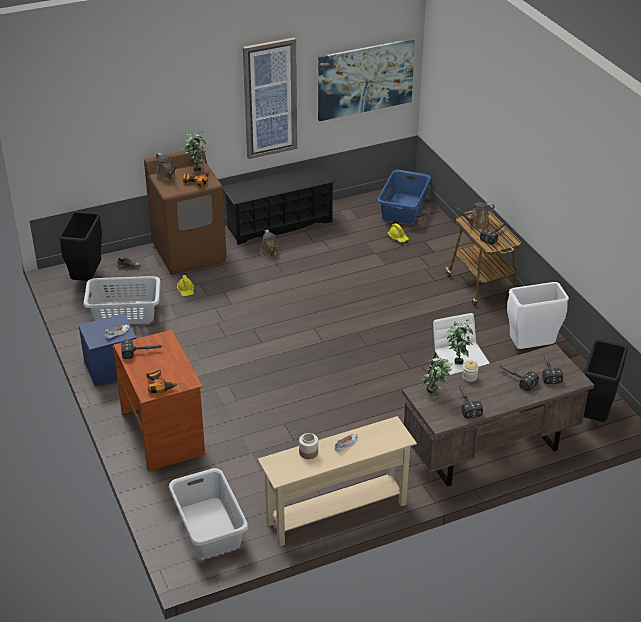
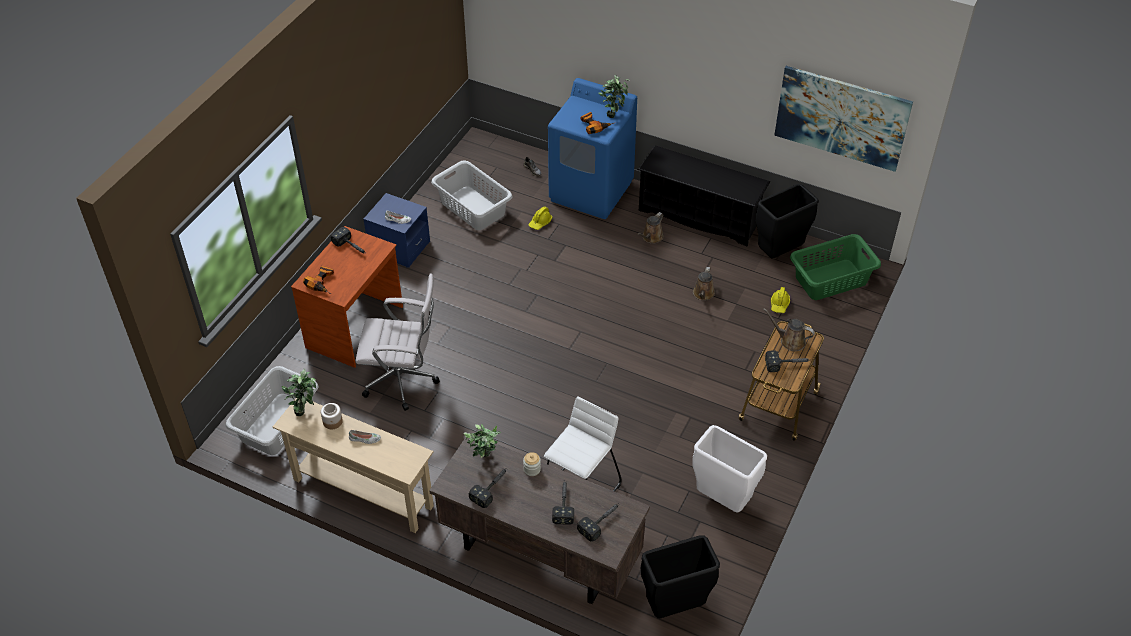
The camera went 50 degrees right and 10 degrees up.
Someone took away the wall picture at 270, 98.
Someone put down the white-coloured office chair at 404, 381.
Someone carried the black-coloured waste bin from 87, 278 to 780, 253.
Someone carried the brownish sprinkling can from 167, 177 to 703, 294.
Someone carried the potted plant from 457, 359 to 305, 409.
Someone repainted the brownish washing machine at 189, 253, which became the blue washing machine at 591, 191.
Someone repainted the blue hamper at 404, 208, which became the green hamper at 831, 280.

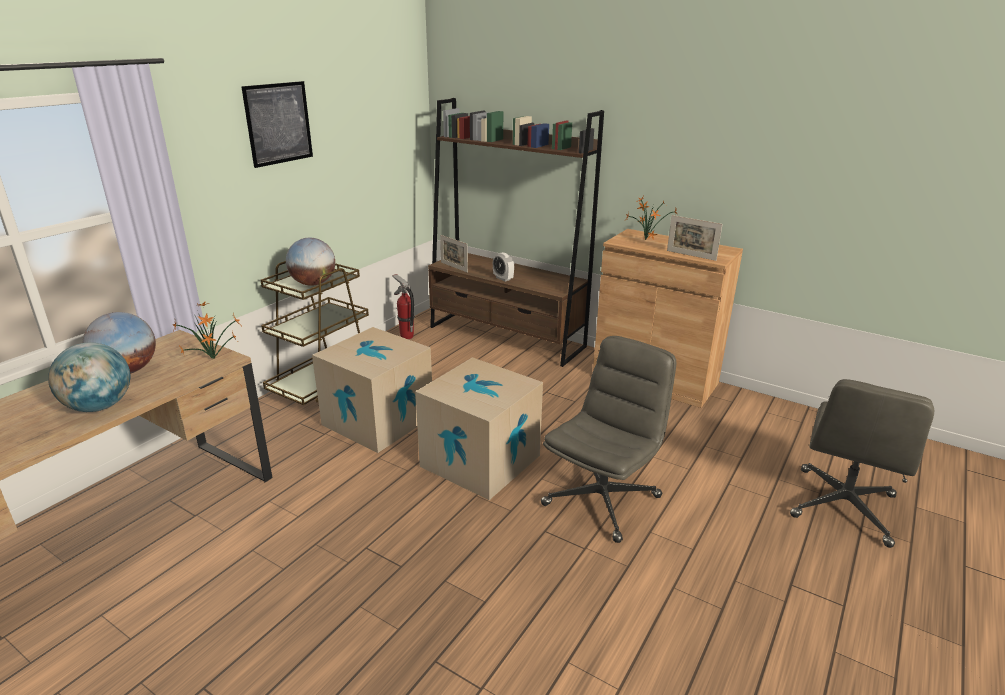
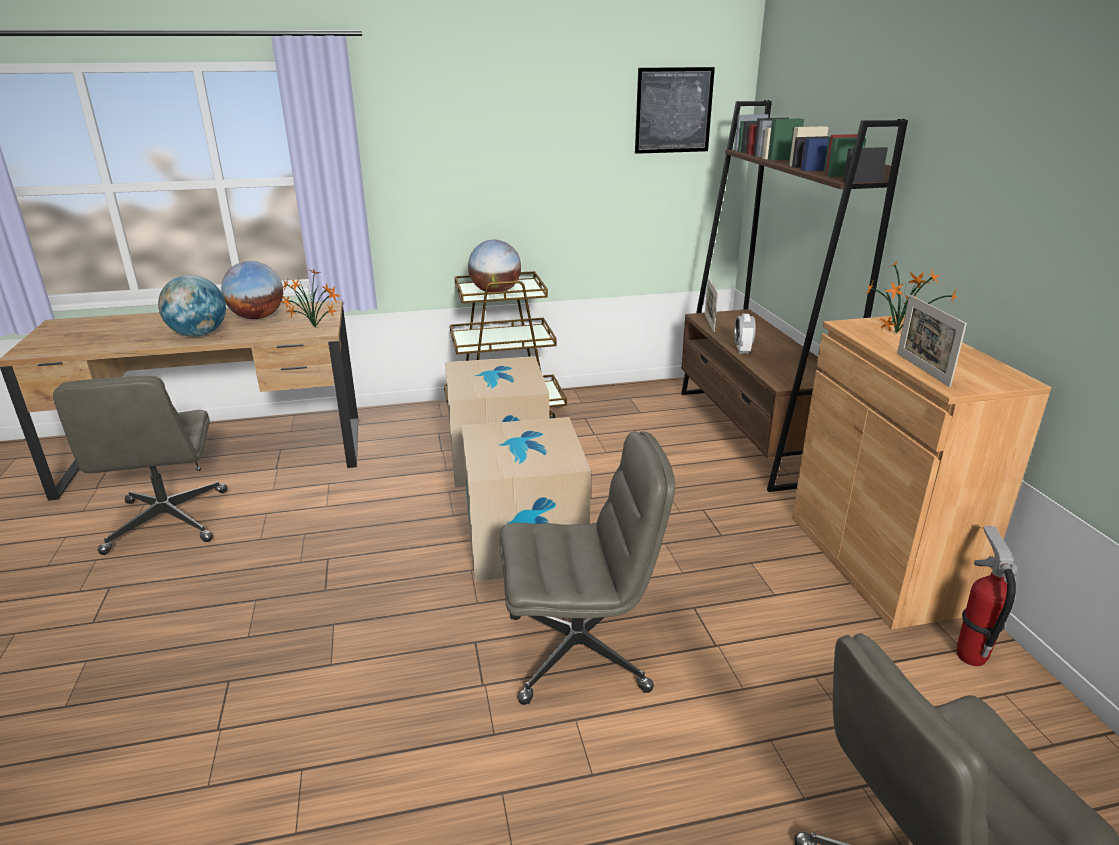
The camera went 45 degrees right and 0 degrees up.
Someone put down the greyish office chair at 168, 522.
Someone carried the wall picture from 278, 123 to 673, 110.
Someone carried the extinguisher from 406, 336 to 970, 656.

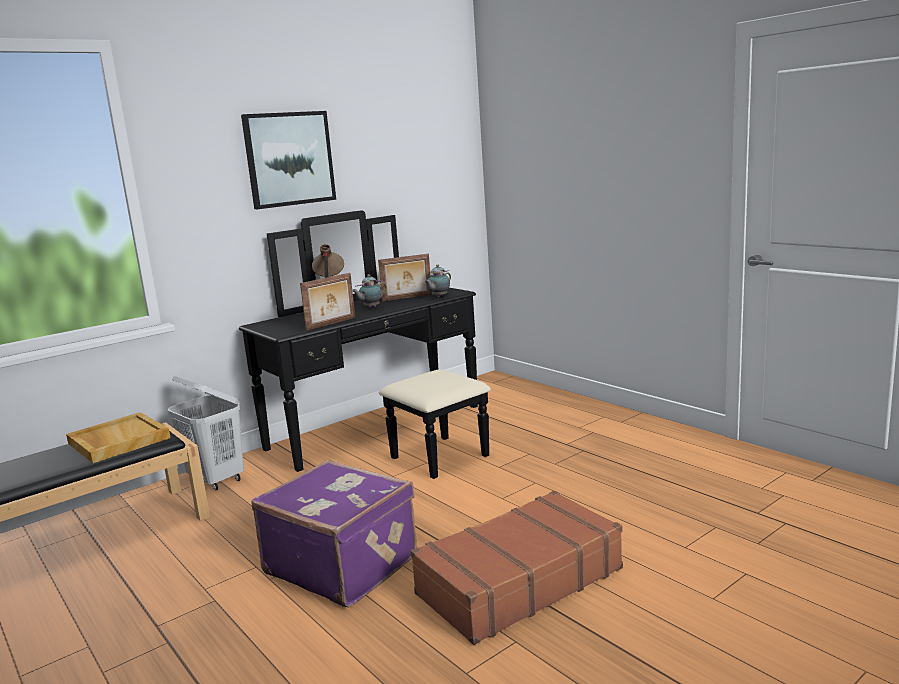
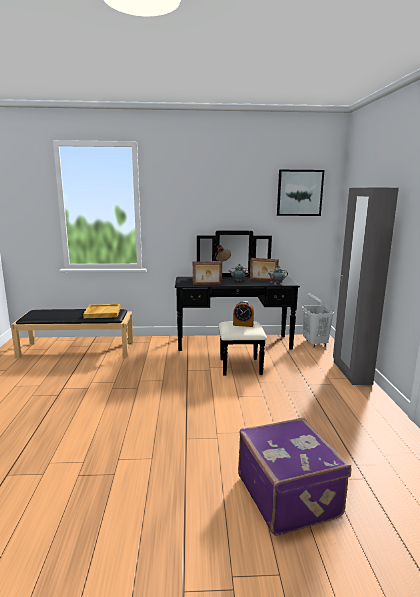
The camera went 35 degrees right and 0 degrees up.
Someone took away the brownish travel case at 518, 581.
Someone put down the alarm clock at 243, 325.
Someone put down the greyish clothes cupboard at 351, 373.
Someone carried the white-coloured hamper from 217, 480 to 315, 343.
Someone carried the wall picture from 289, 159 to 299, 193.
Someone carried the purple travel case from 342, 564 to 289, 495.

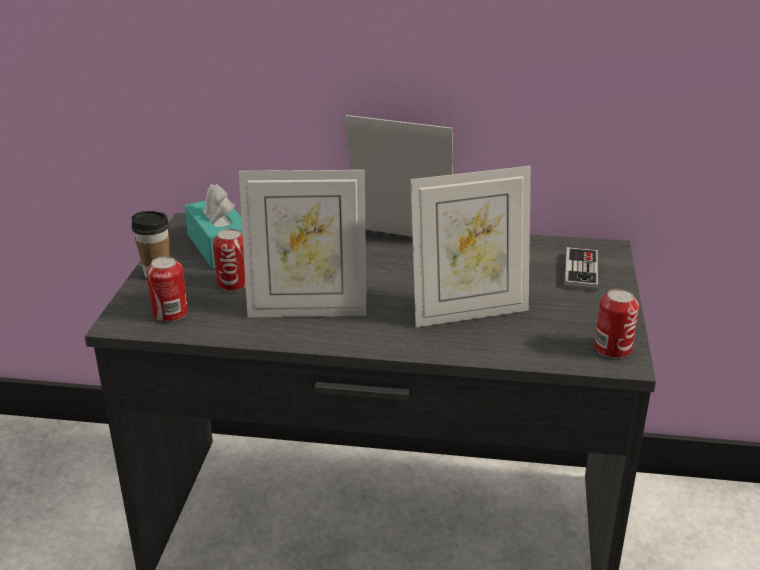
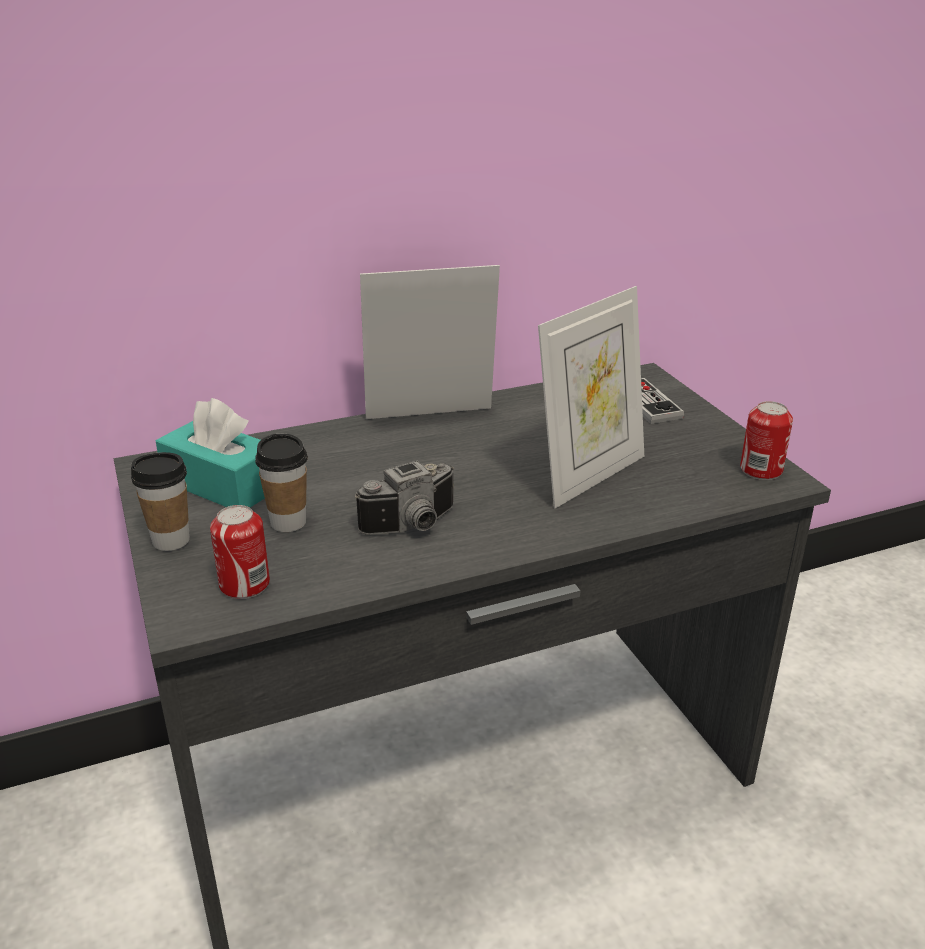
The camera went 30 degrees left and 0 degrees up.
Someone swapped the metal can at 233, 283 for the cup at 288, 522.
Someone swapped the photo frame at 307, 310 for the still camera at 414, 526.

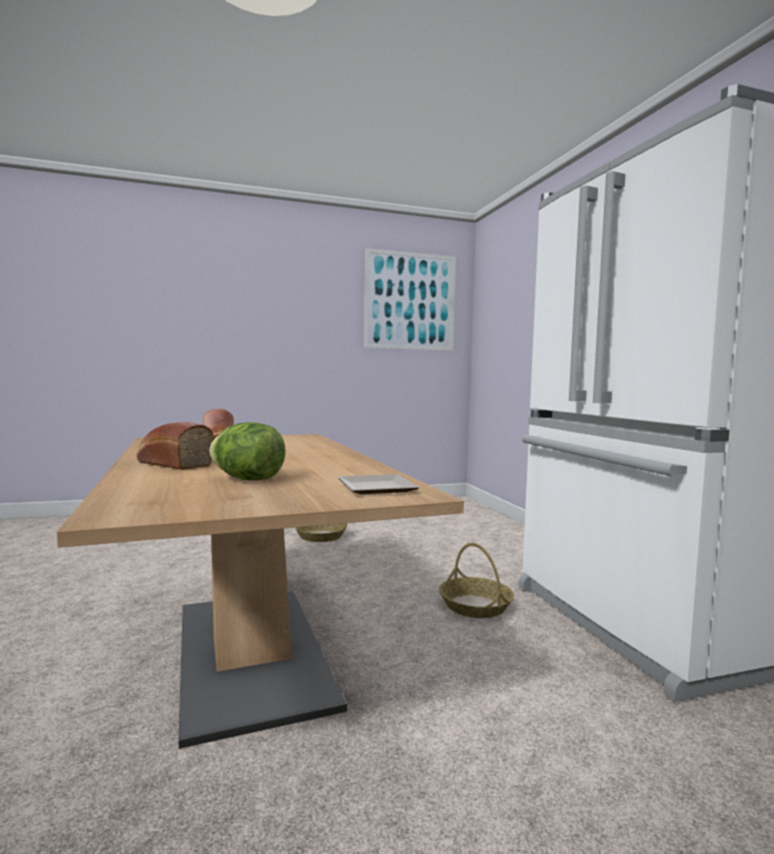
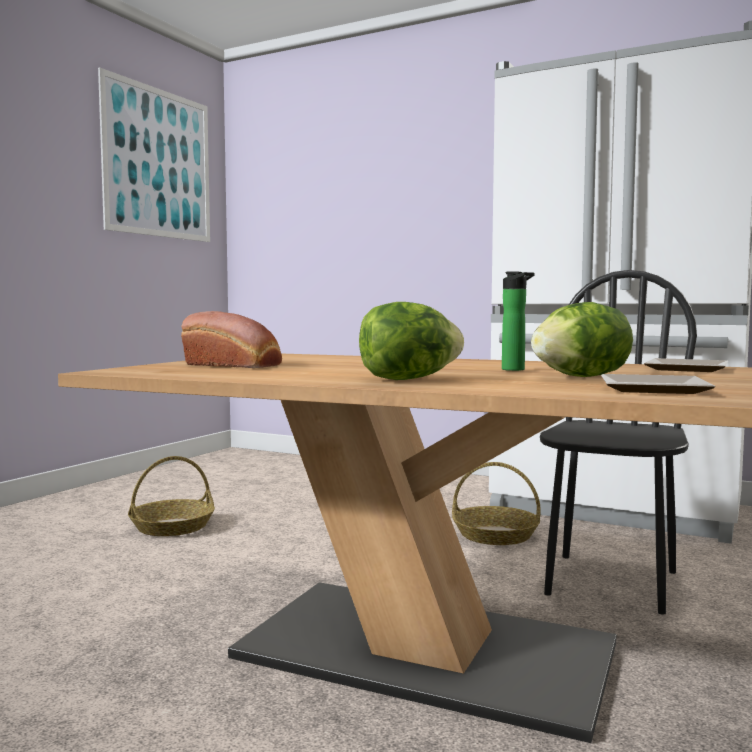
The camera went 45 degrees left and 0 degrees up.
Someone put down the drink bottle at 515, 370.
Someone put down the black-coloured plain chair at 610, 582.
Someone put down the flat dish at 650, 389.
Someone swapped the bread at 172, 464 for the head of lettuce at 408, 379.

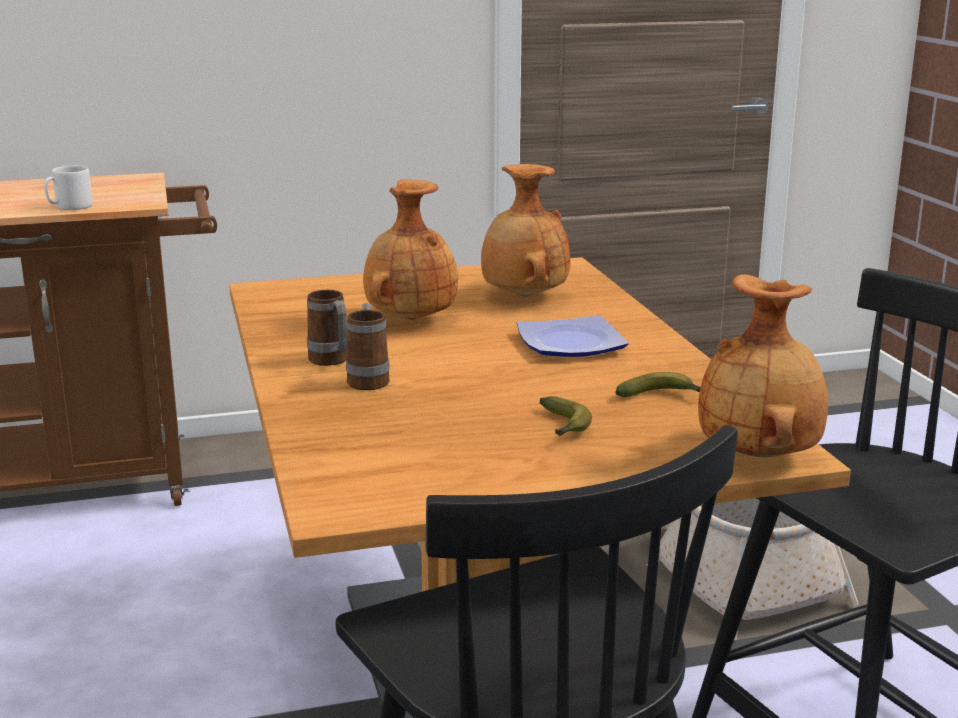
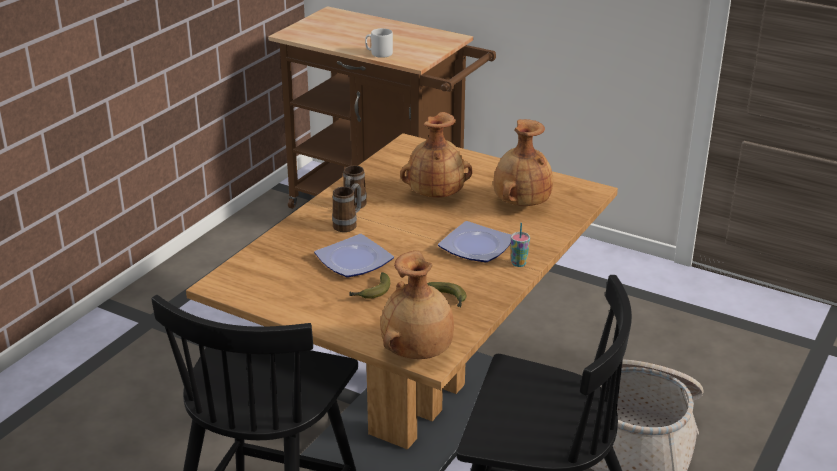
The camera went 45 degrees right and 10 degrees up.
Someone put down the flat dish at 352, 260.
Someone put down the cup at 518, 263.

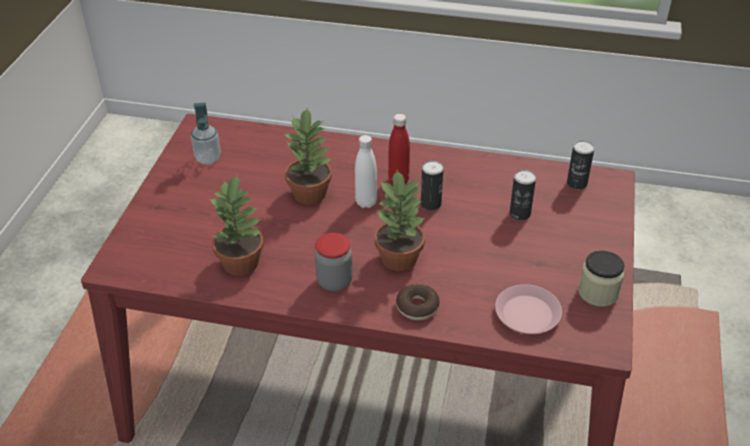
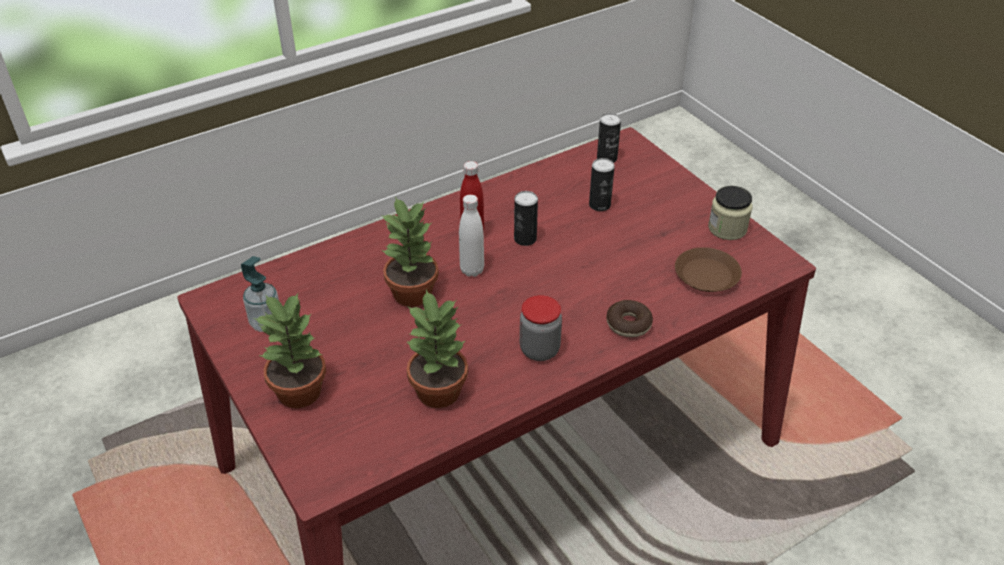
The camera went 45 degrees left and 0 degrees up.
Someone carried the potted plant from 400, 258 to 300, 391.
Someone repainted the pinkish flat dish at 527, 314, which became the brownish flat dish at 706, 275.

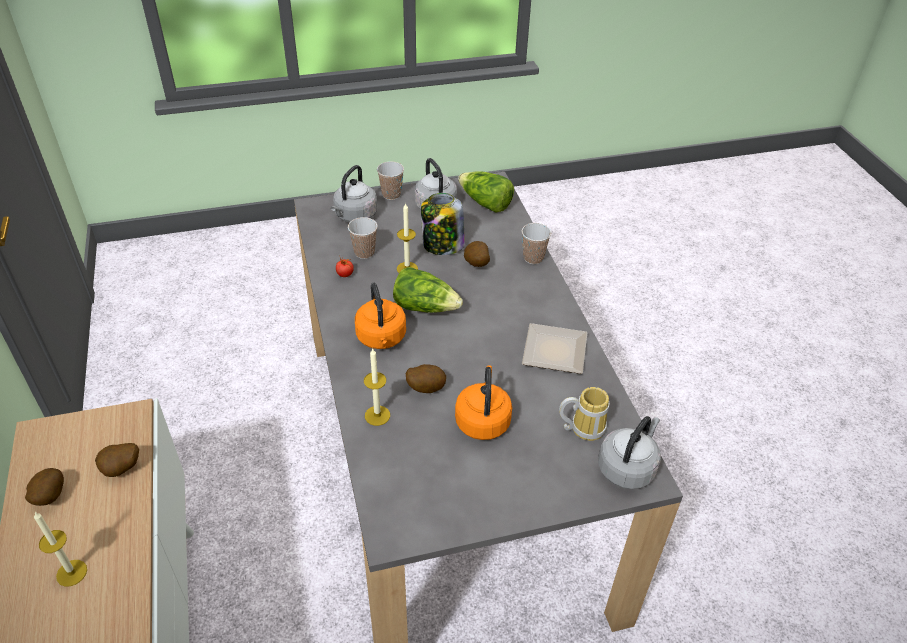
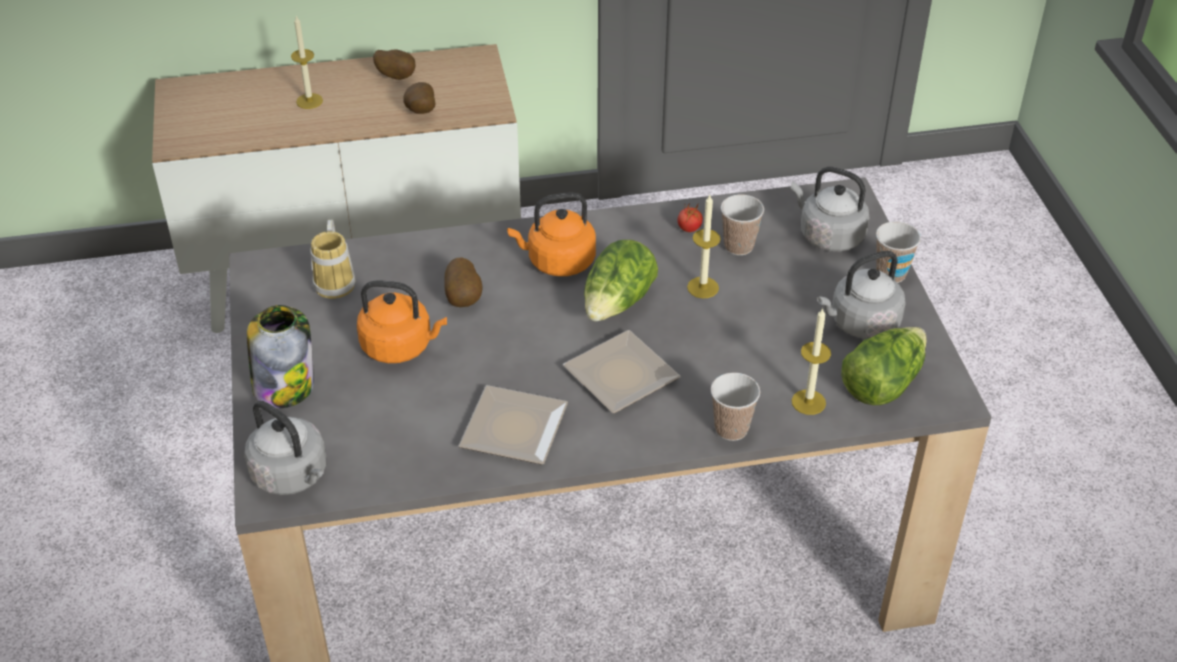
The camera went 95 degrees right and 0 degrees up.
Someone took away the spud at 476, 265.
Someone put down the flat dish at 620, 379.
Someone carried the wax candle from 377, 415 to 808, 402.
Someone carried the jar from 442, 245 to 284, 385.
Someone carried the mug from 582, 427 to 337, 281.

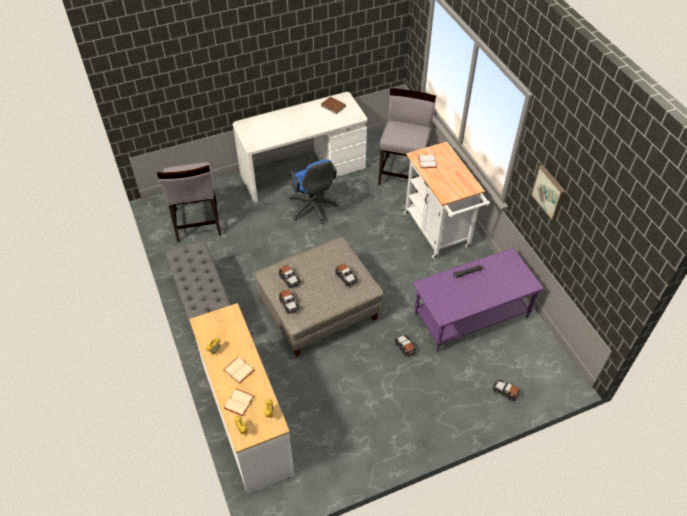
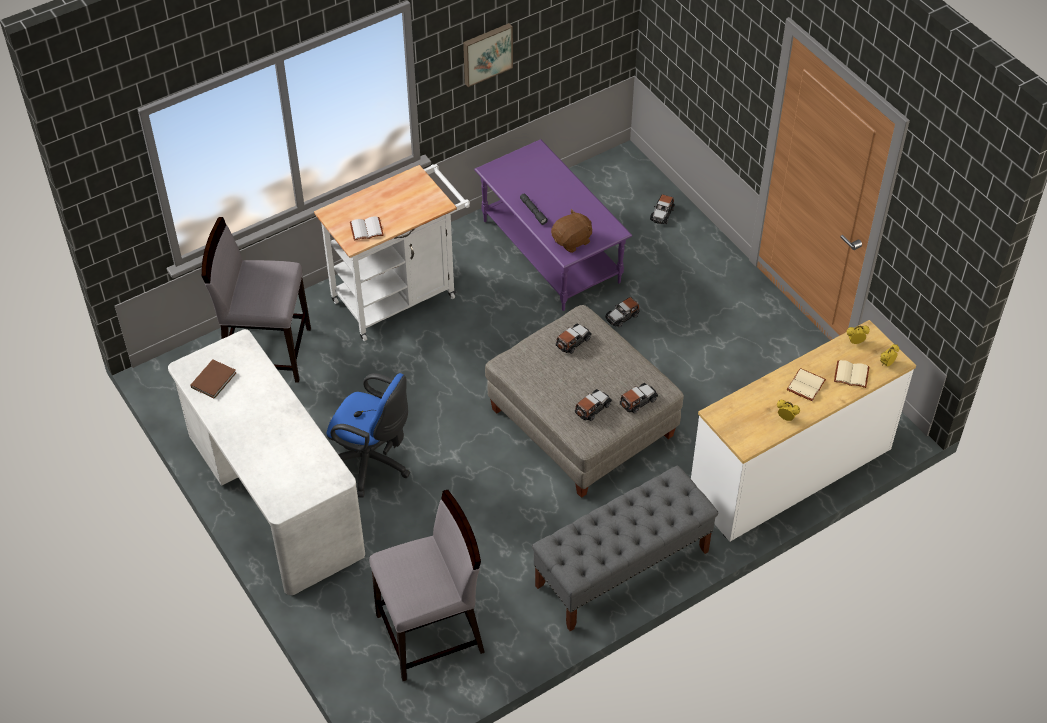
The camera went 100 degrees left and 0 degrees up.
Someone put down the brownish cuddly toy at 572, 241.
Someone rotated the blue office chair at 313, 209 by 60 degrees clockwise.

